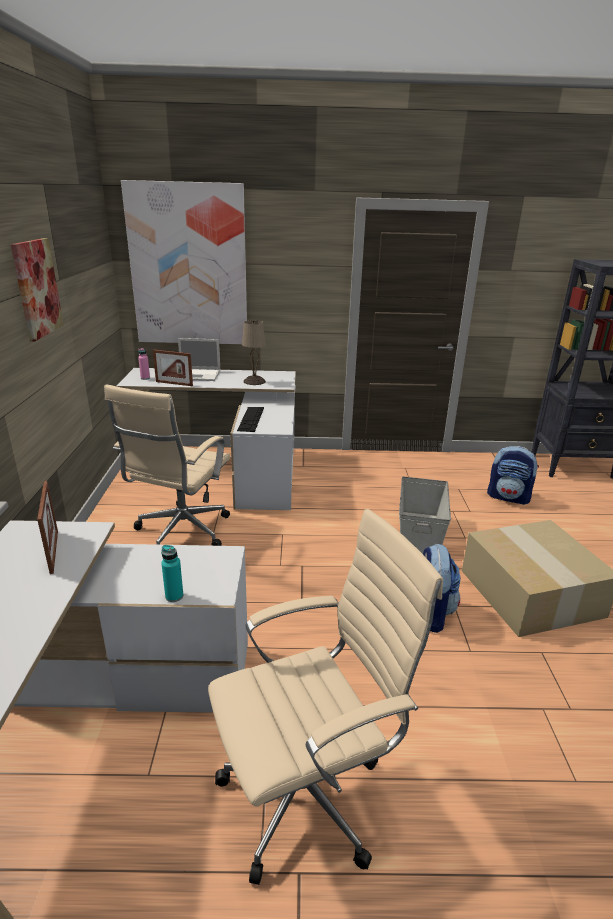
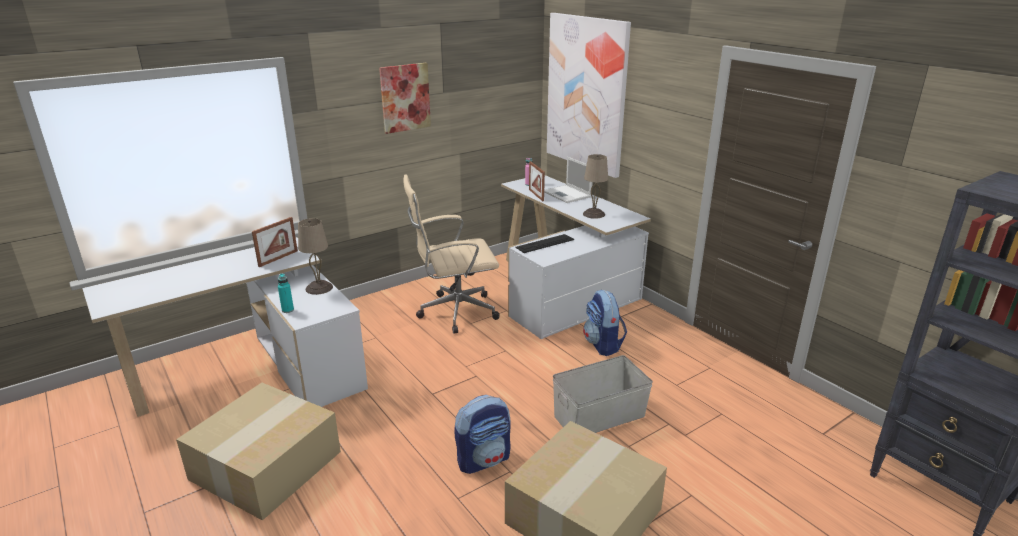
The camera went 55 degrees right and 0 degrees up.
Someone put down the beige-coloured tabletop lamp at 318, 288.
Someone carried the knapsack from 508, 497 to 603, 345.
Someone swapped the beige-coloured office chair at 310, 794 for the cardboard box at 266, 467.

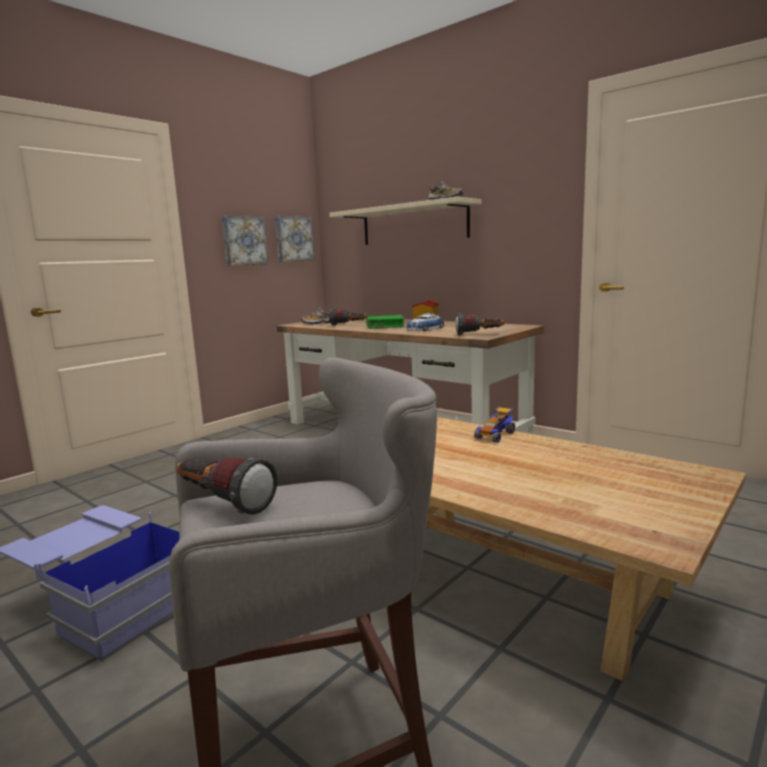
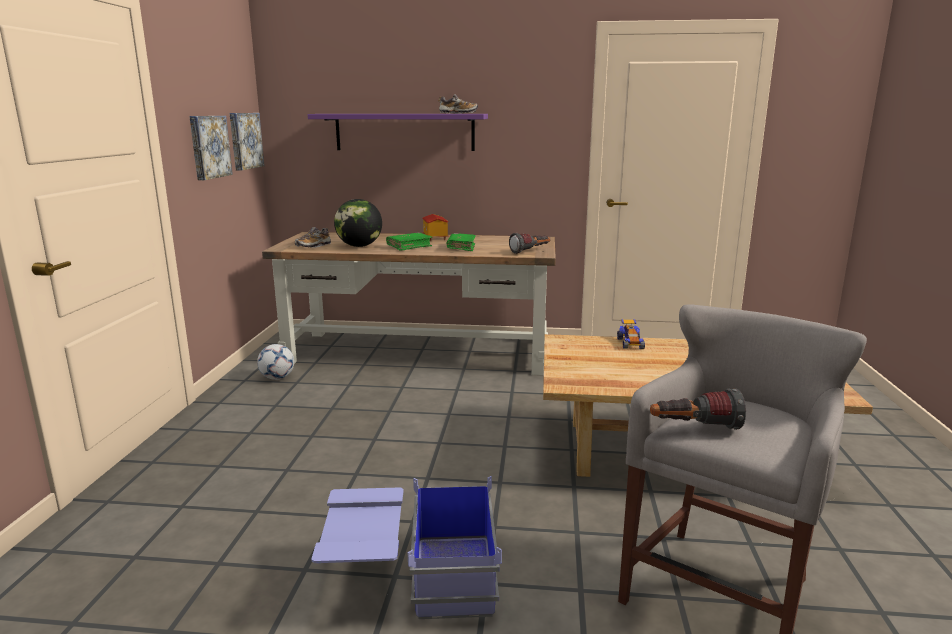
The camera went 35 degrees left and 5 degrees up.
Someone put down the football at 277, 378.
Someone swapped the torch at 349, 325 for the desk globe at 359, 246.
Someone swapped the toy car at 425, 329 for the green volume at 461, 247.
Someone repainted the beige-coloured wall shelf at 413, 224, which became the purple wall shelf at 404, 132.

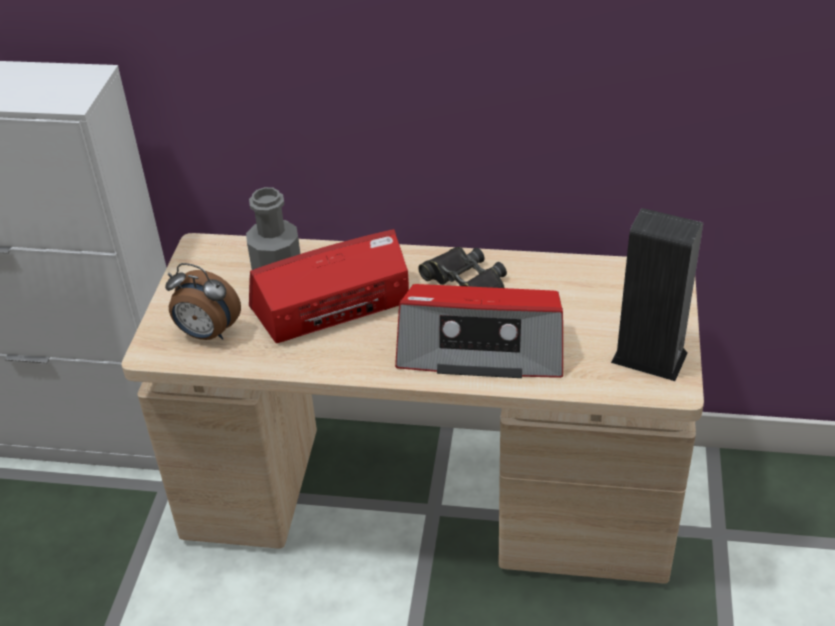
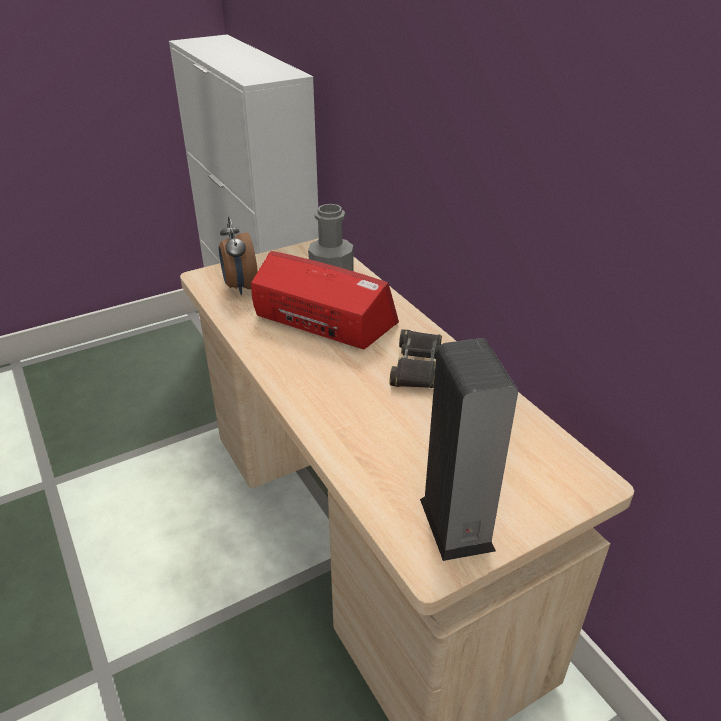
The camera went 50 degrees right and 5 degrees down.
Someone took away the radio set at 481, 348.

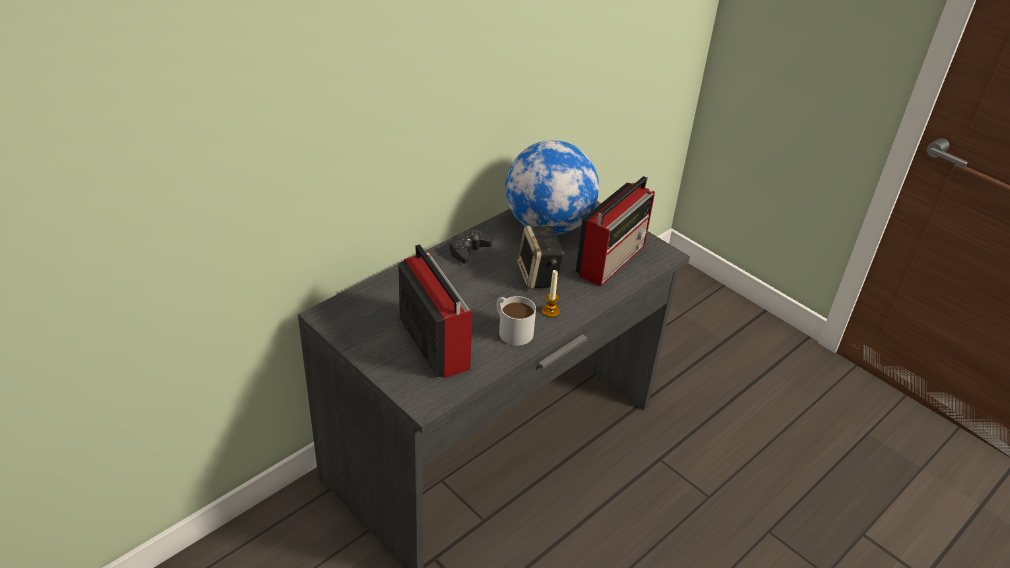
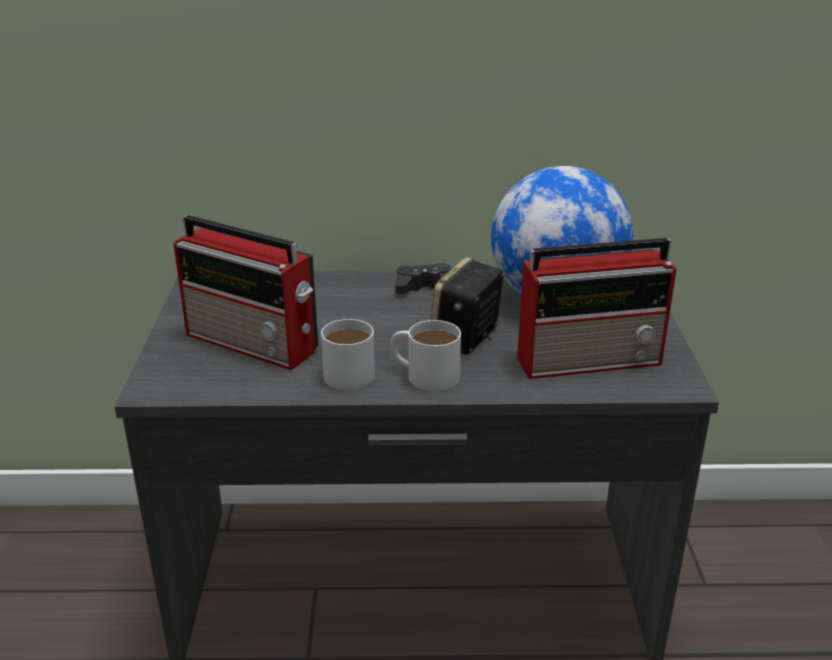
The camera went 45 degrees right and 10 degrees down.
Someone swapped the wax candle at 550, 311 for the white-coloured mug at 424, 374.
Someone rotated the radio set at 433, 341 by 105 degrees clockwise.

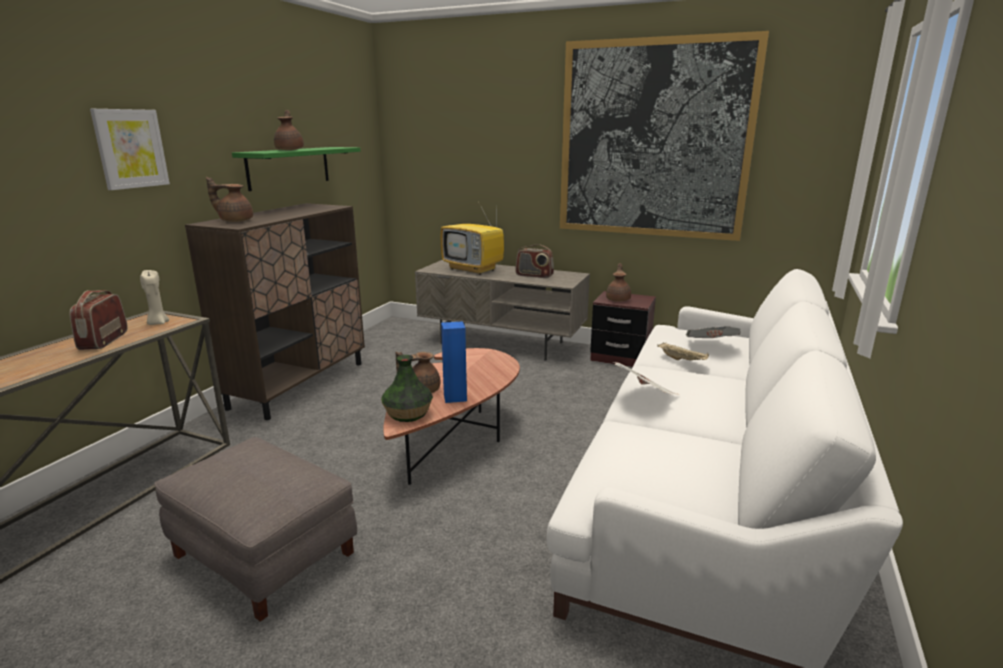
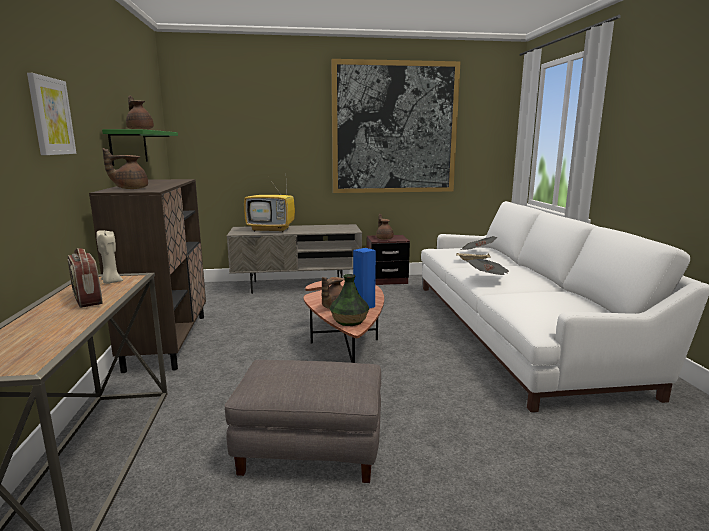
The camera went 30 degrees left and 5 degrees down.
Someone took away the radio set at 534, 275.

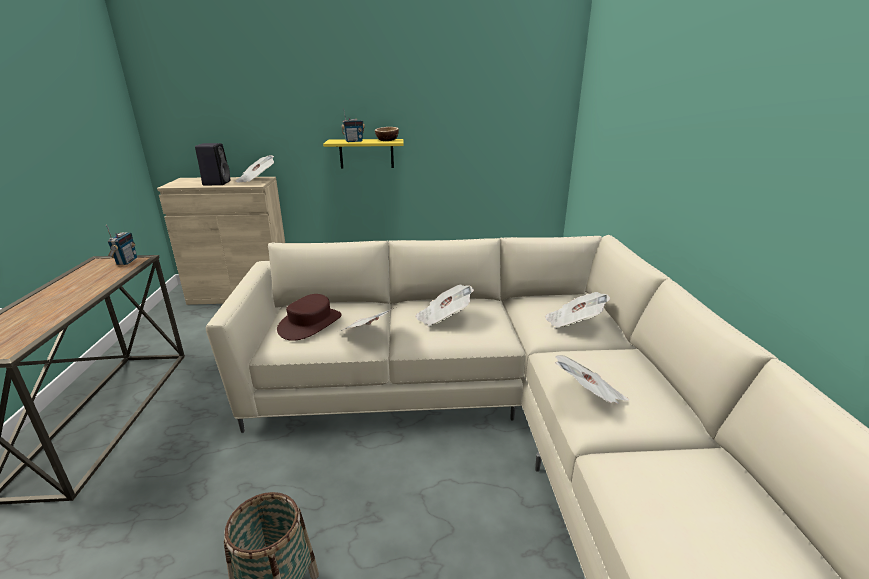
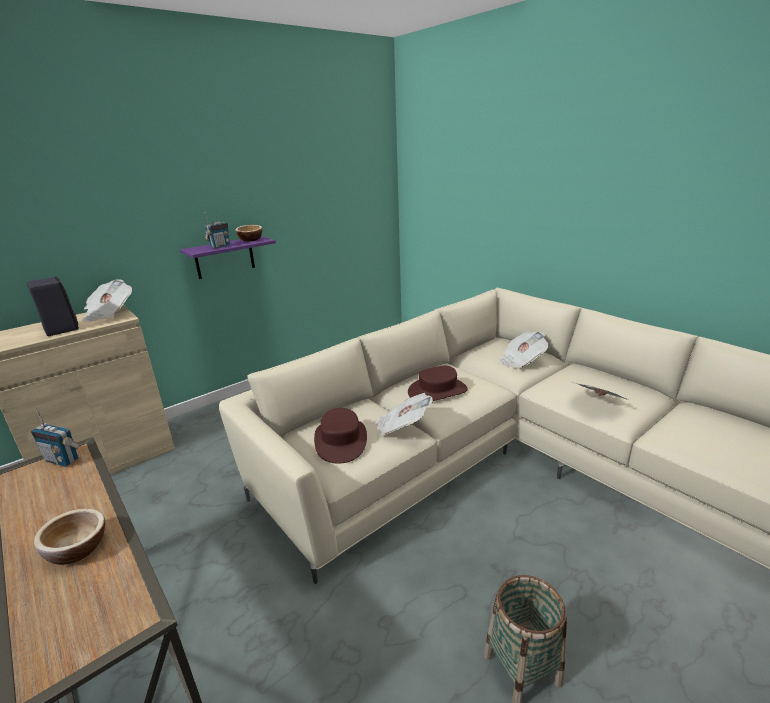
The camera went 35 degrees left and 0 degrees up.
Someone put down the serving bowl at 77, 549.
Someone swapped the printed paper at 443, 318 for the brownish wearable hat at 437, 391.
Someone repainted the yellow-coloured wall shelf at 366, 153, which became the purple wall shelf at 224, 257.
Someone rotated the radio set at 126, 261 by 150 degrees clockwise.

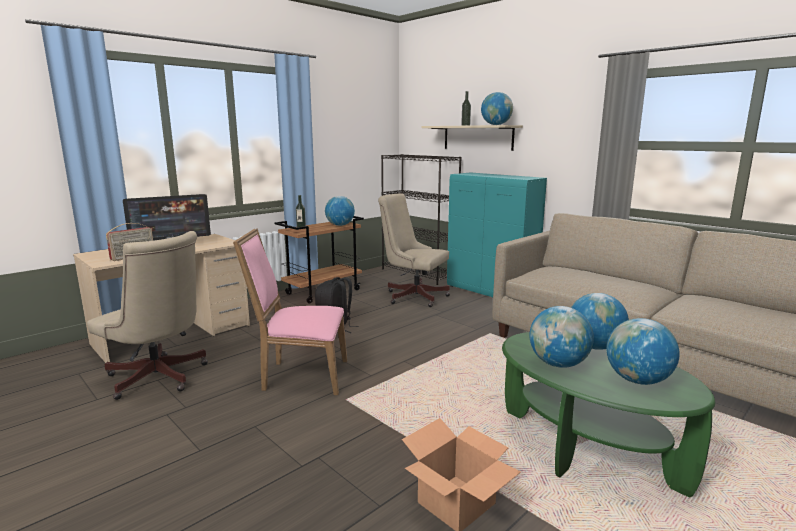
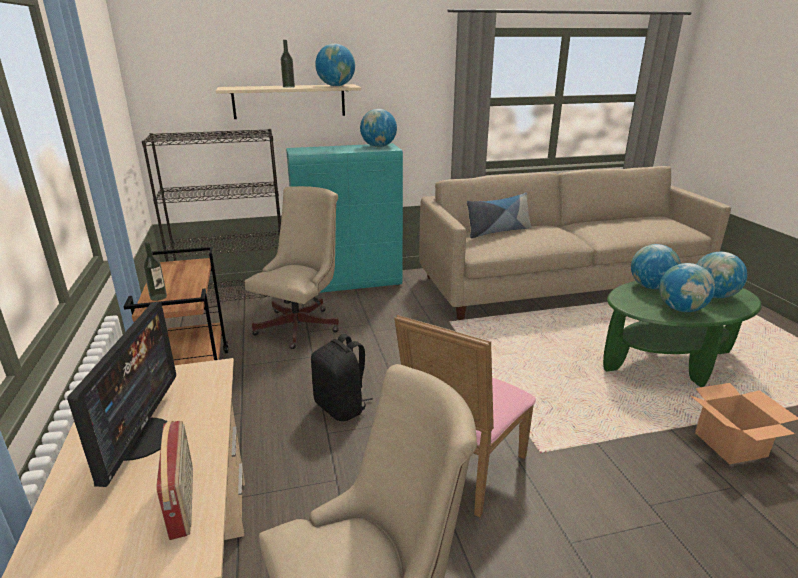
The camera went 60 degrees left and 10 degrees up.
Someone put down the pillow at 498, 231.
Someone carried the desk globe from 340, 225 to 378, 146.
Someone rotated the beige-coloured office chair at 412, 296 by 150 degrees clockwise.

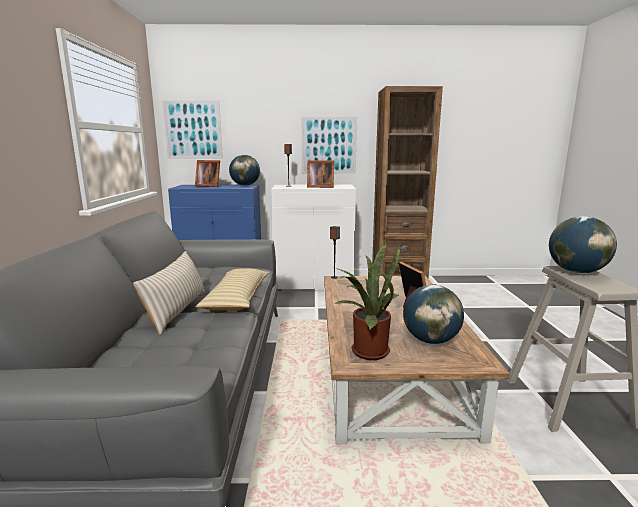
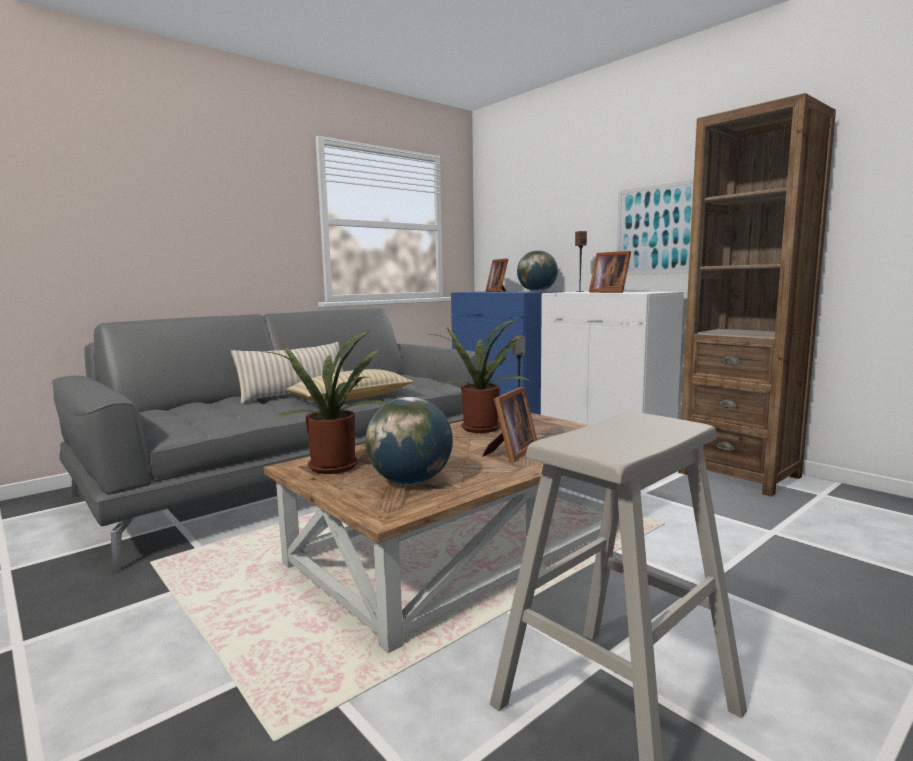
The camera went 50 degrees right and 5 degrees down.
Someone took away the wall picture at 193, 130.
Someone took away the desk globe at 576, 271.
Someone put down the potted plant at 482, 427.

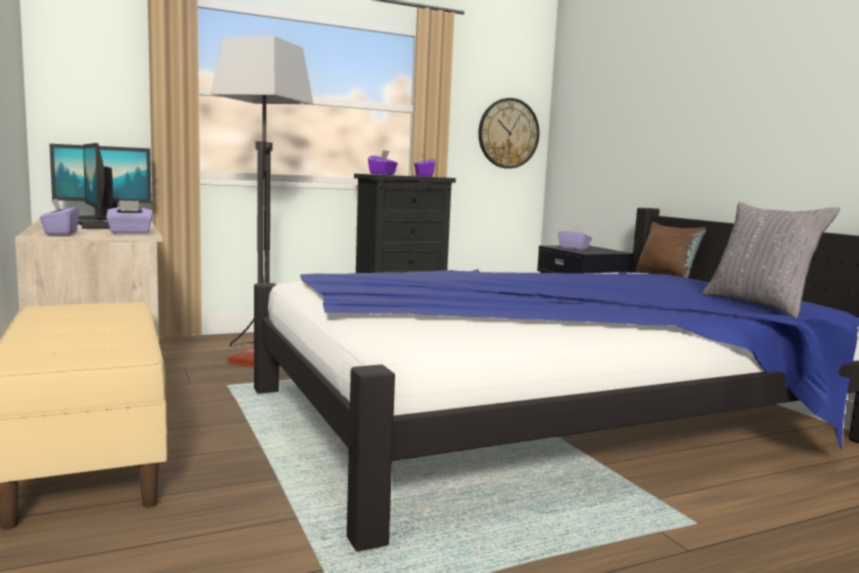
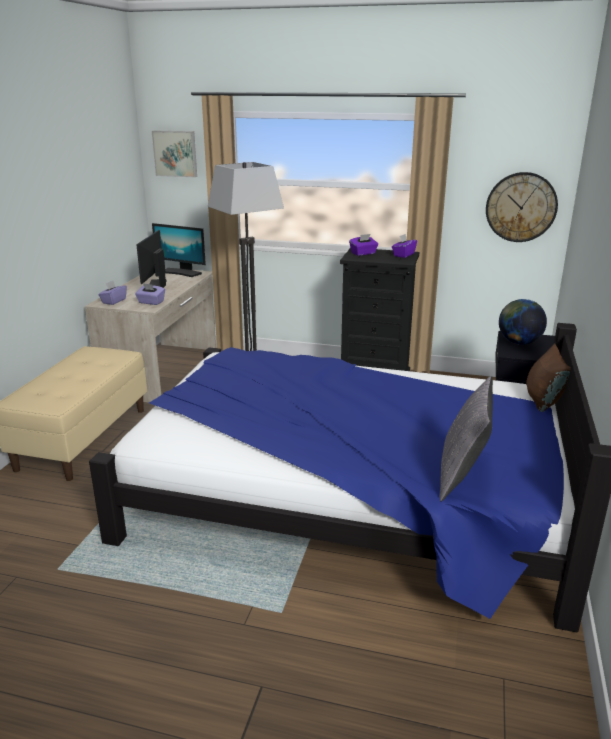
The camera went 40 degrees right and 15 degrees up.
Someone put up the wall picture at 175, 153.
Someone swapped the purple tissue box at 573, 248 for the desk globe at 519, 342.

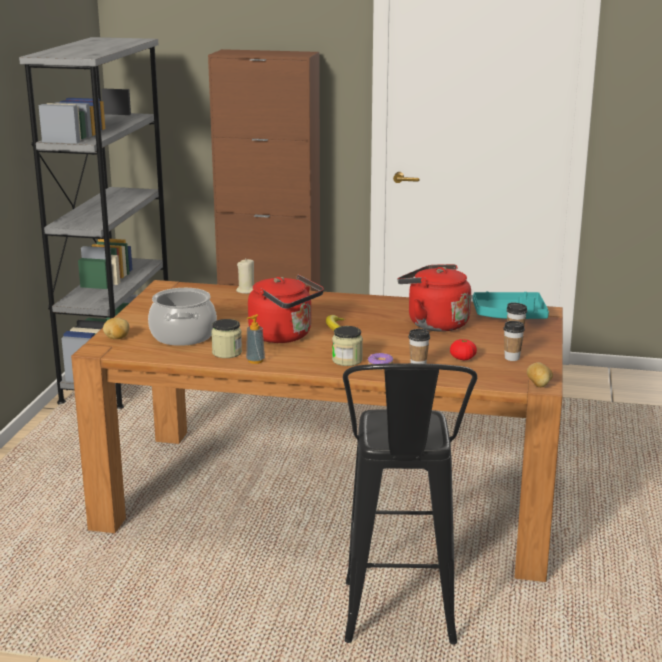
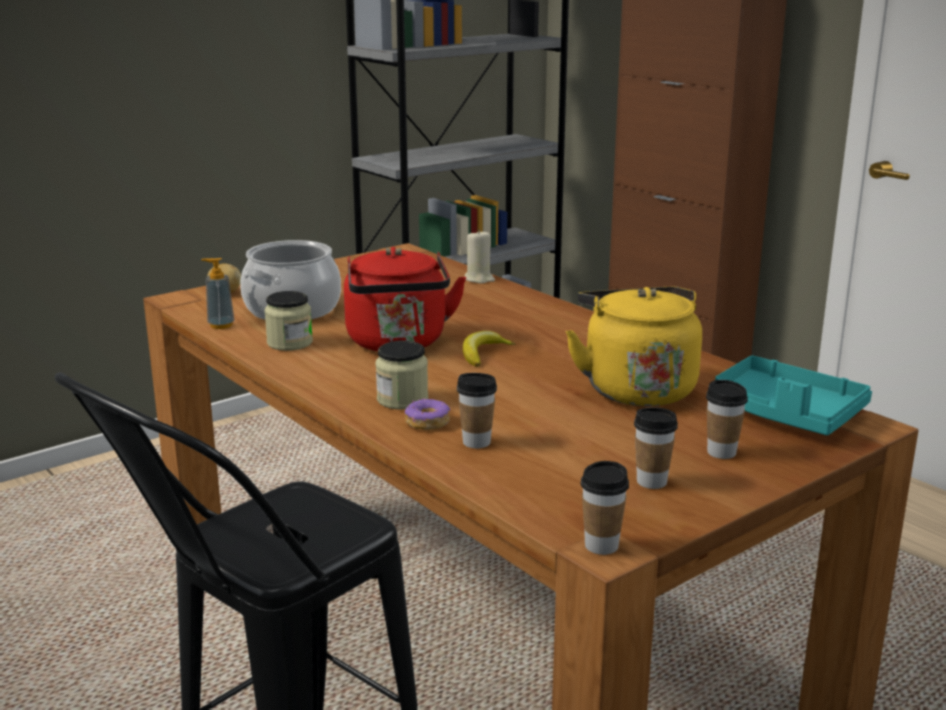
The camera went 40 degrees right and 0 degrees up.
Someone took away the whole tomato at 462, 358.
Someone carried the soap dispenser from 255, 361 to 221, 325.
Someone swapped the spud at 539, 385 for the cup at 601, 546.
Someone repainted the reddish tea kettle at 434, 323, which became the yellow-coloured tea kettle at 636, 388.

